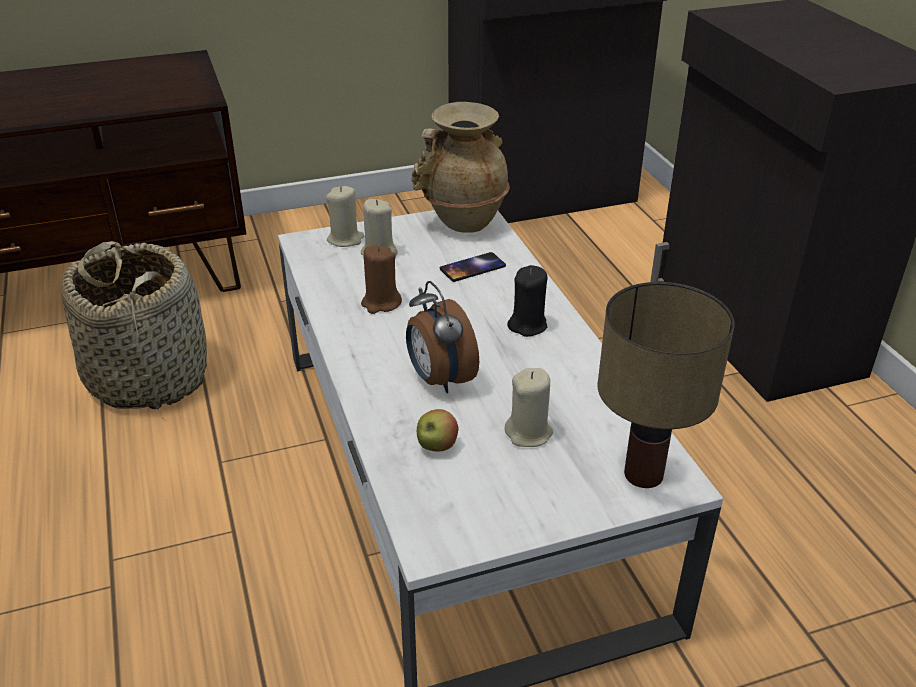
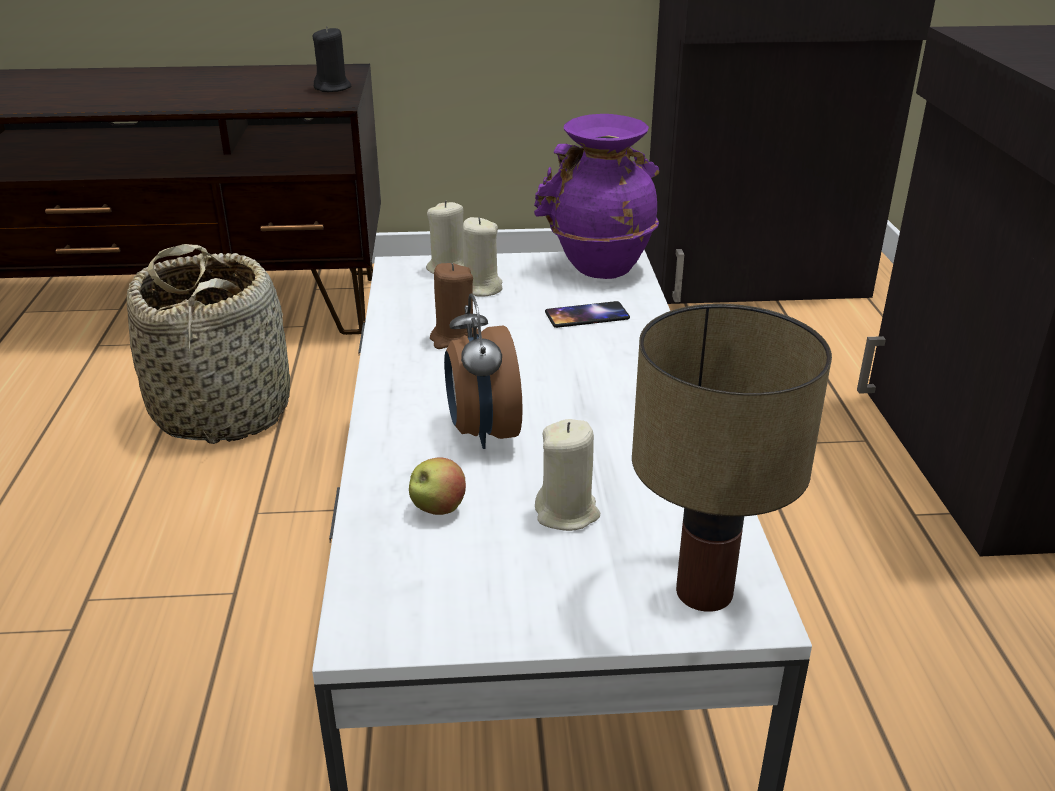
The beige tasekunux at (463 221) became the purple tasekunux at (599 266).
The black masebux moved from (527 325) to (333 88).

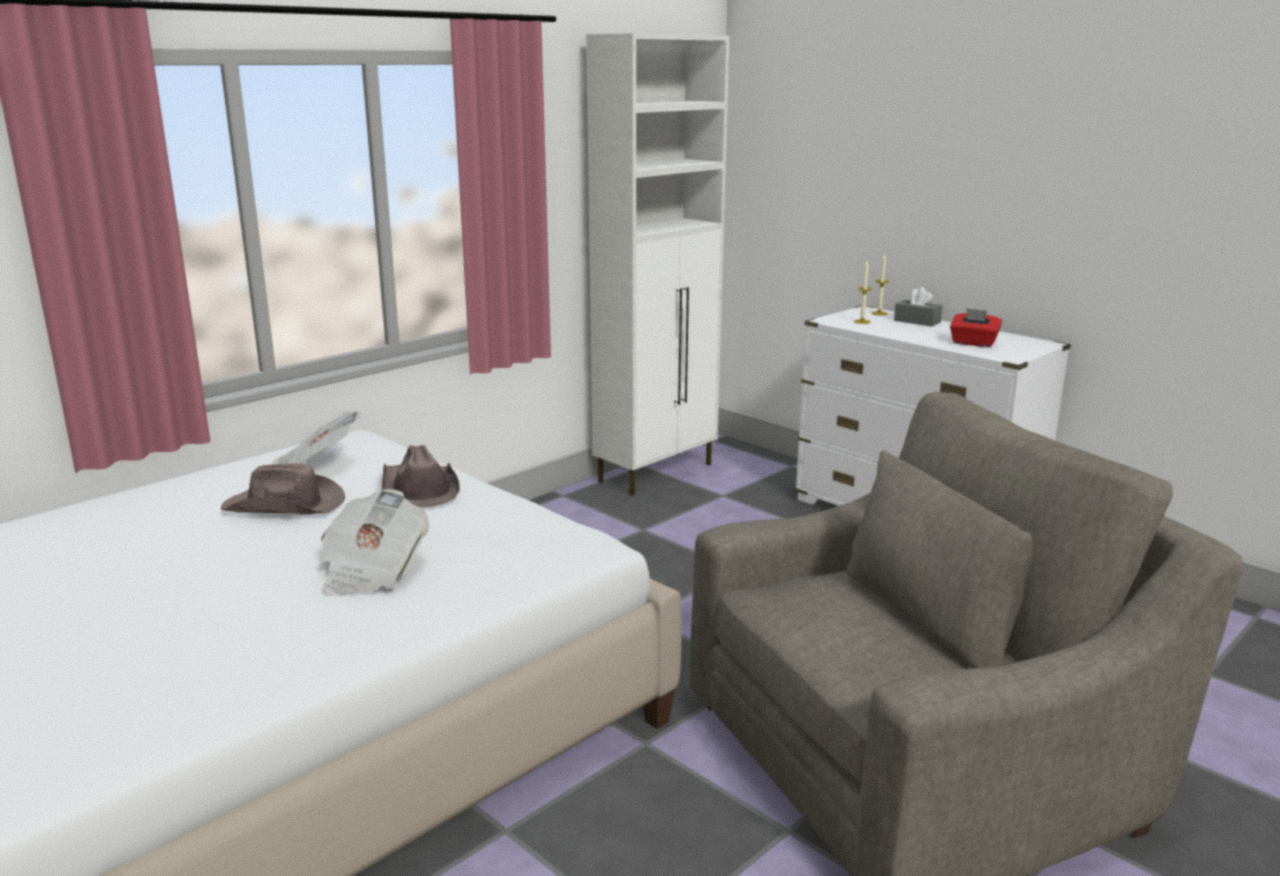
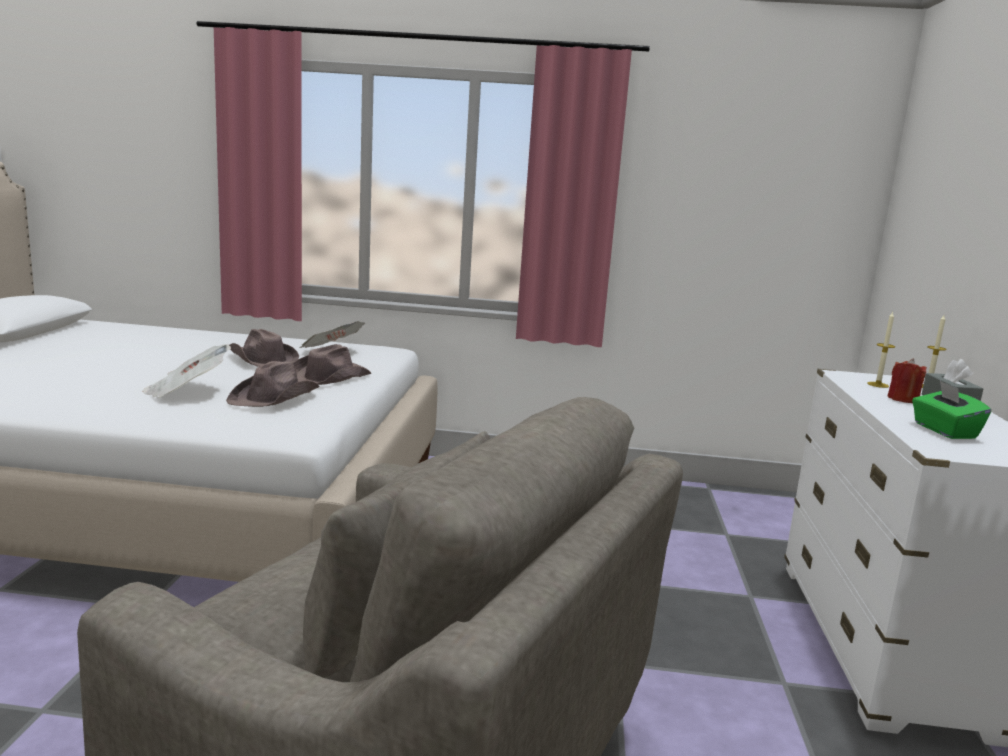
The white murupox at (657 472) disappeared.
The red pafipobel at (973 343) became the green pafipobel at (944 431).
The red masebux at (903 399) appeared.
The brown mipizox at (275 397) appeared.

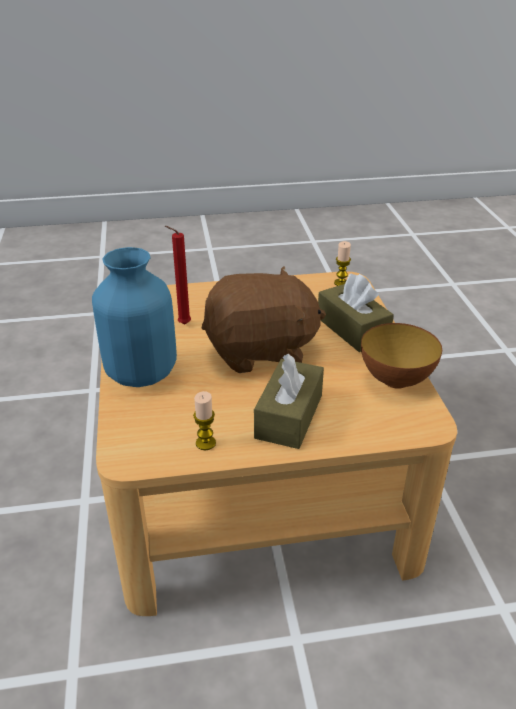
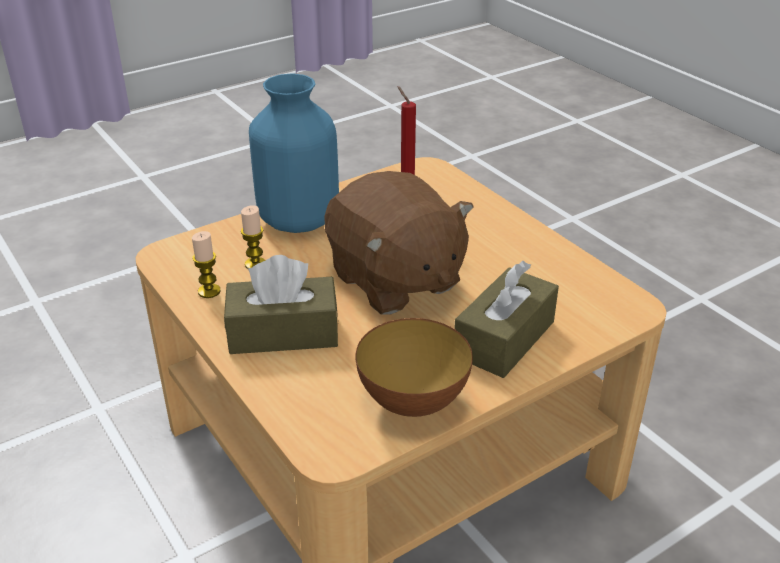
The masebux moved from (341 283) to (255 264).

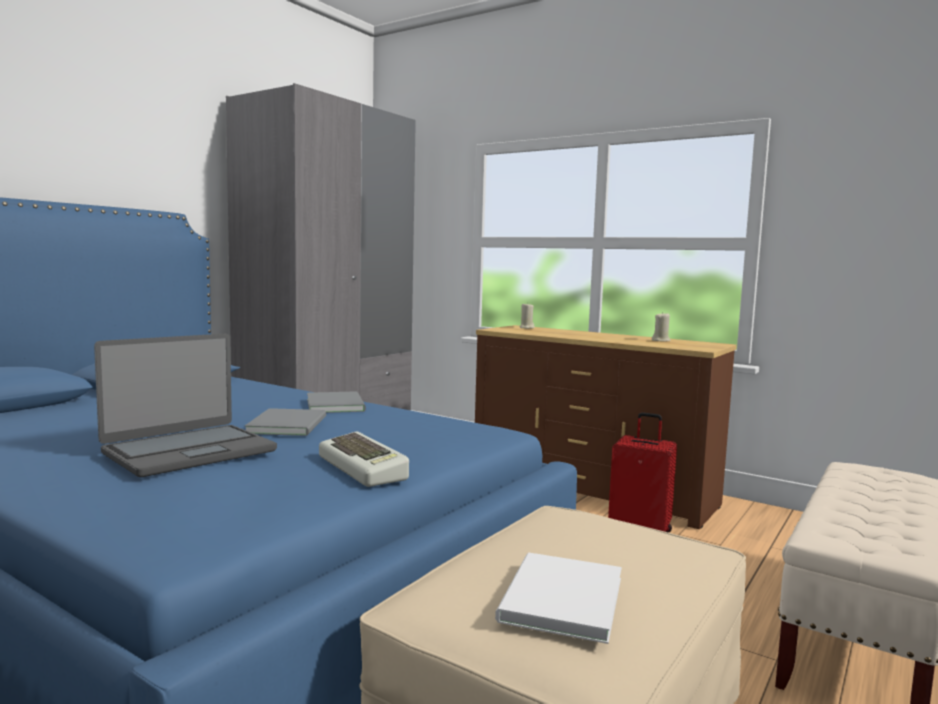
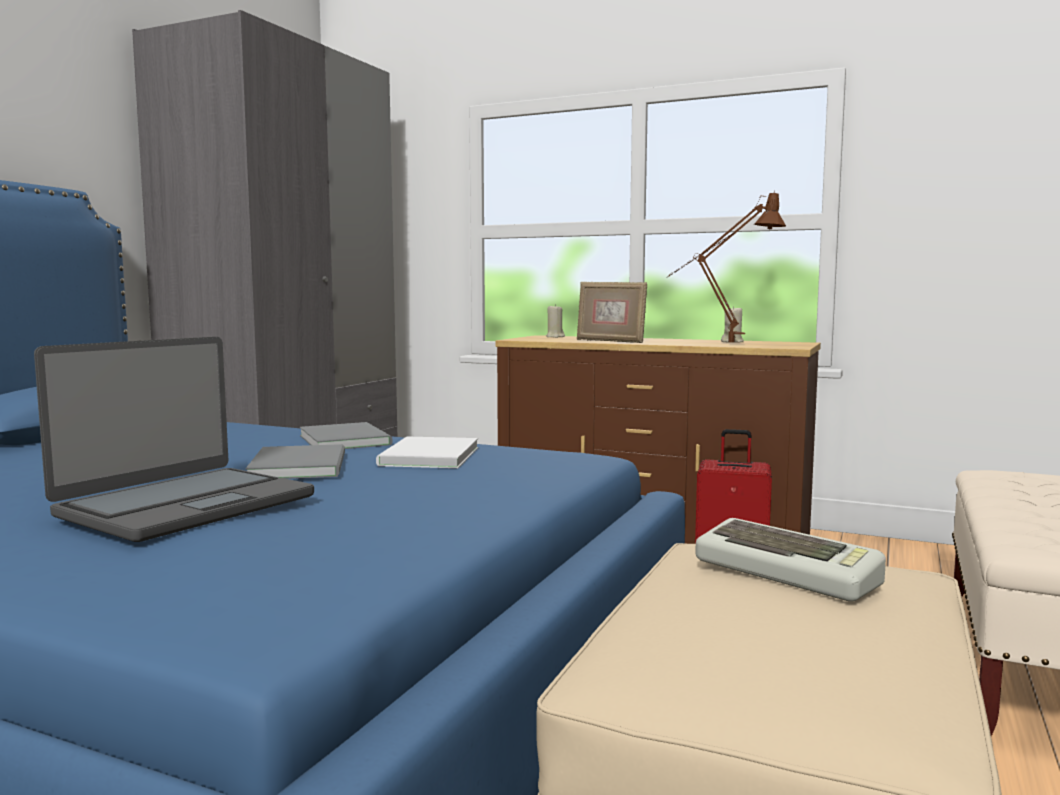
The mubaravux moved from (365 468) to (789 572).
The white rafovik moved from (558 600) to (426 457).
The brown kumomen at (723 344) appeared.
The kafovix at (610 341) appeared.

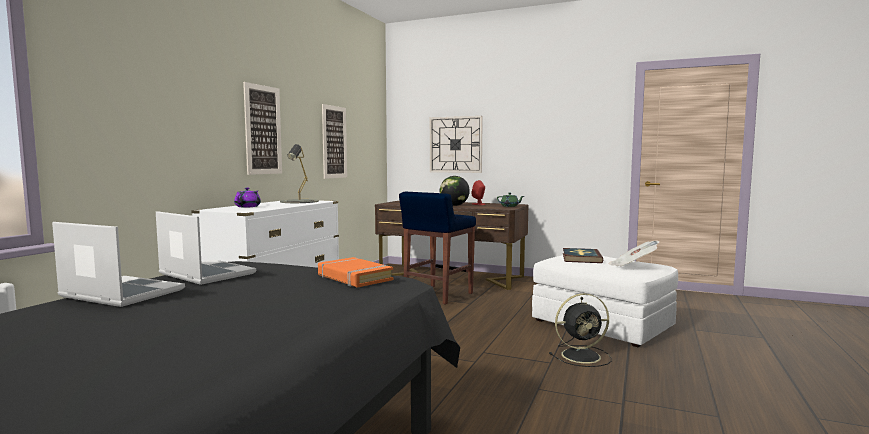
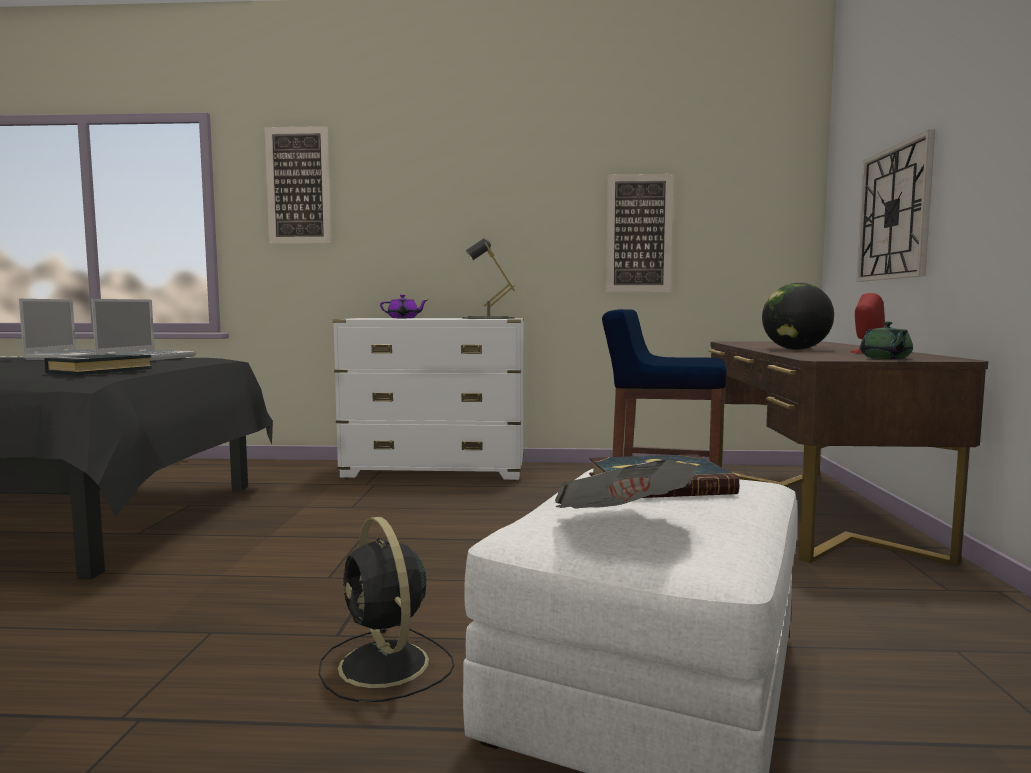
The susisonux moved from (263 130) to (298 186).
The orange rafovik at (354 278) became the black rafovik at (99 371).

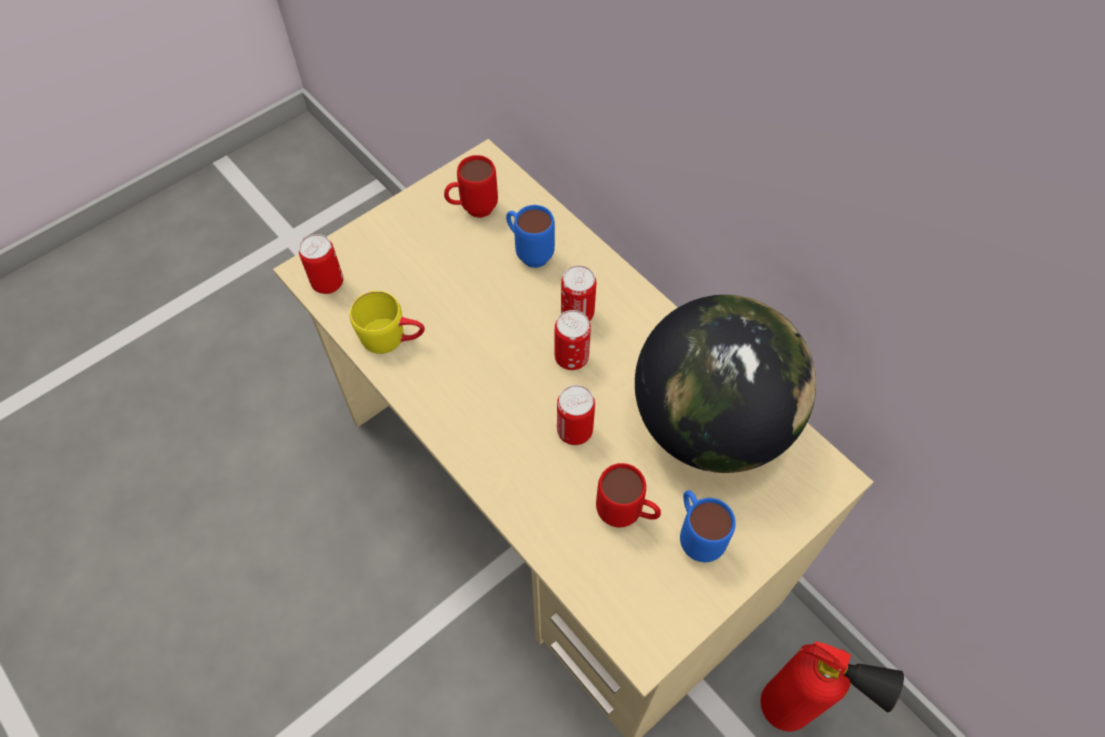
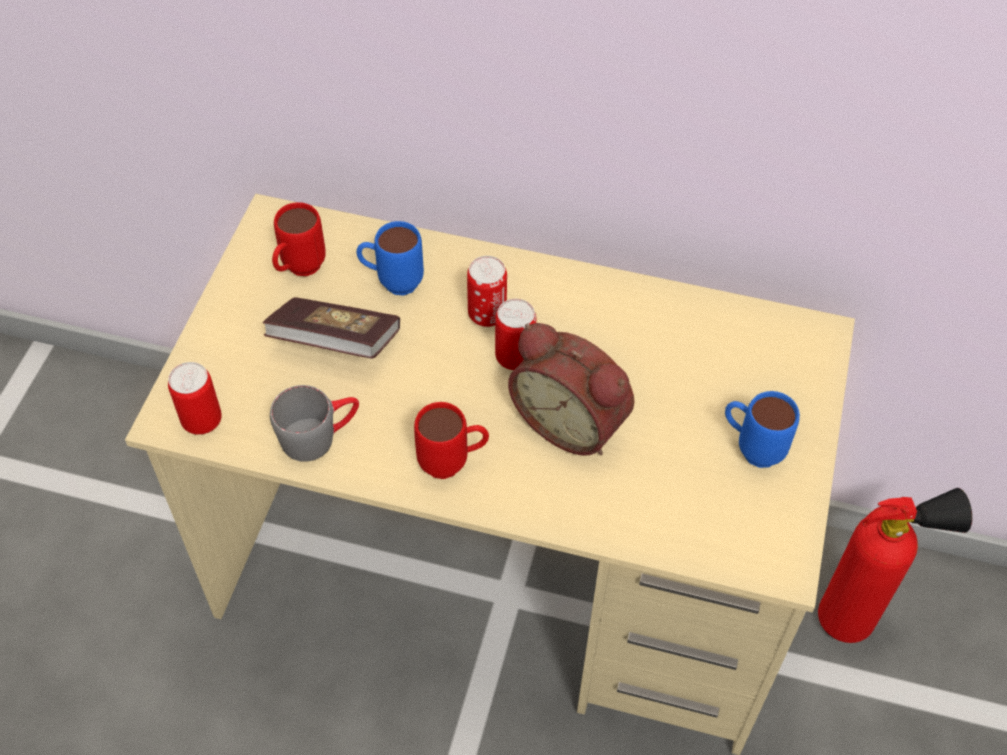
The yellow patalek at (393 337) became the grey patalek at (319 435).
The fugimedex at (710 424) disappeared.
The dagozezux at (574 431) was replaced by the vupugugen at (572 421).
The red patalek moved from (626 516) to (453 463).
The rafovik at (335 342) appeared.

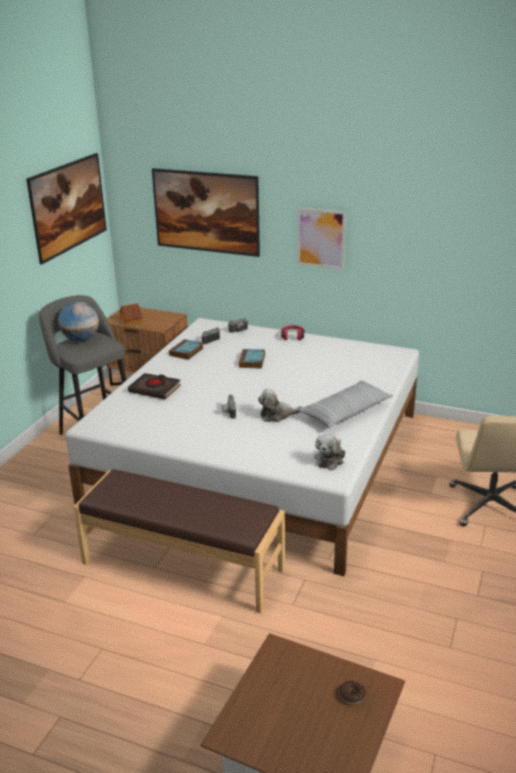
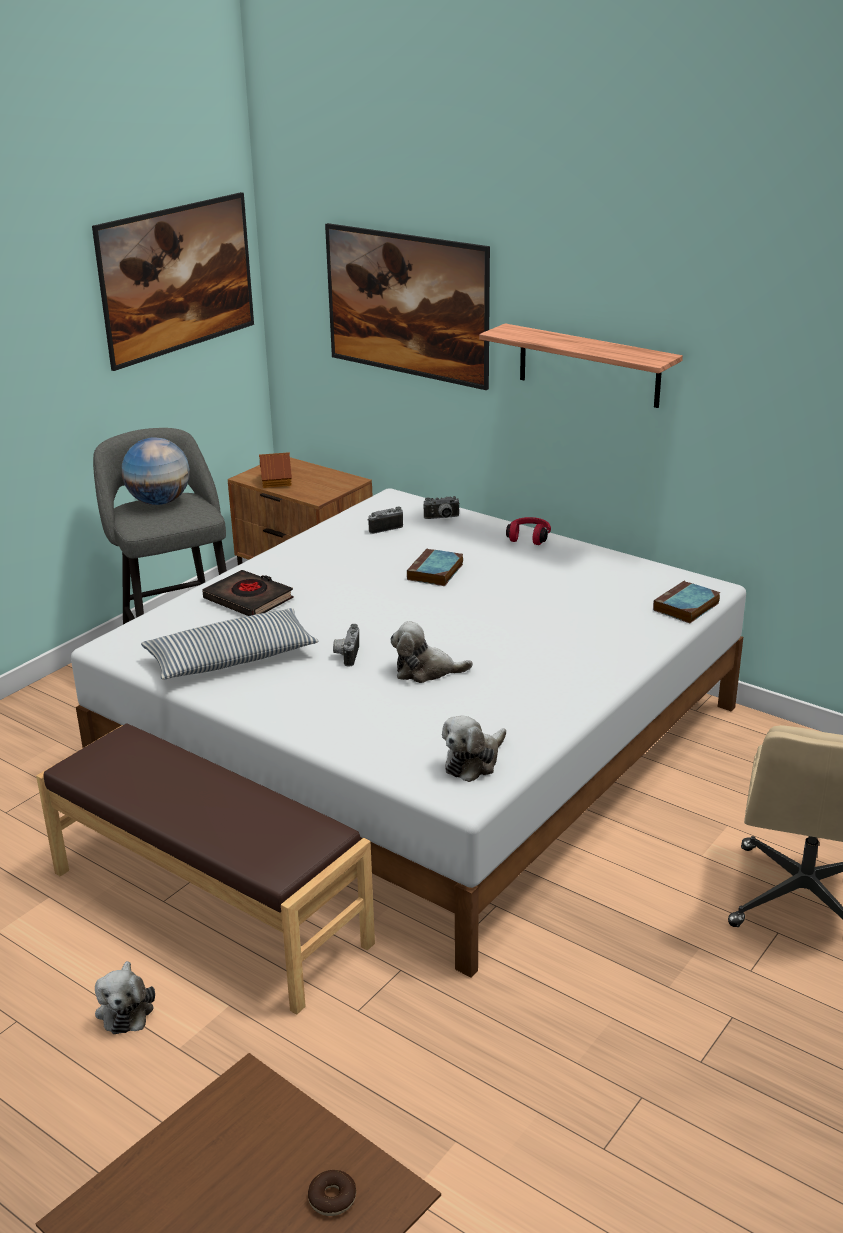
The susisonux at (321 238) was replaced by the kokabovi at (588 366).
The rafovik moved from (186 352) to (686 607).
The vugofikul moved from (346 412) to (231 658).
The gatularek at (125 1008) appeared.

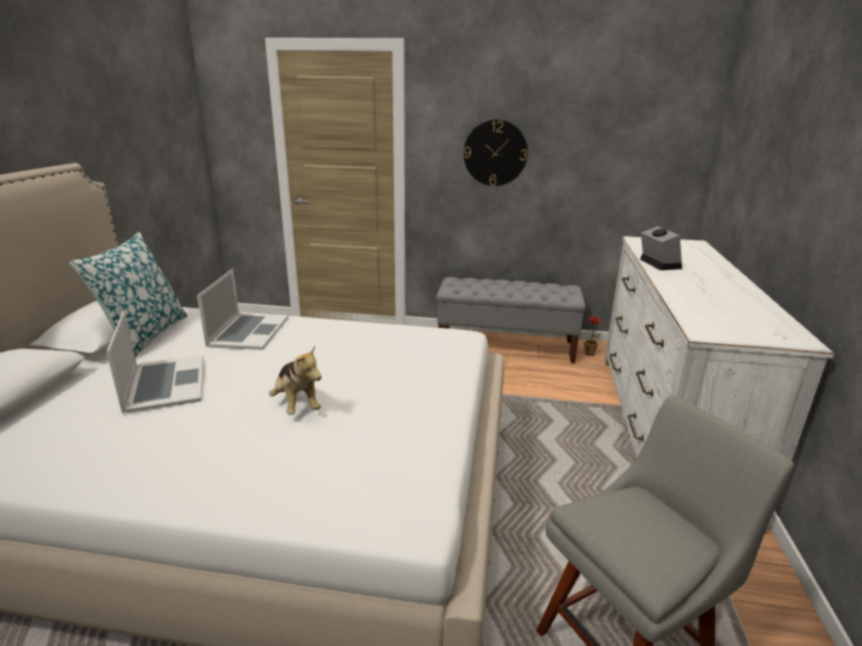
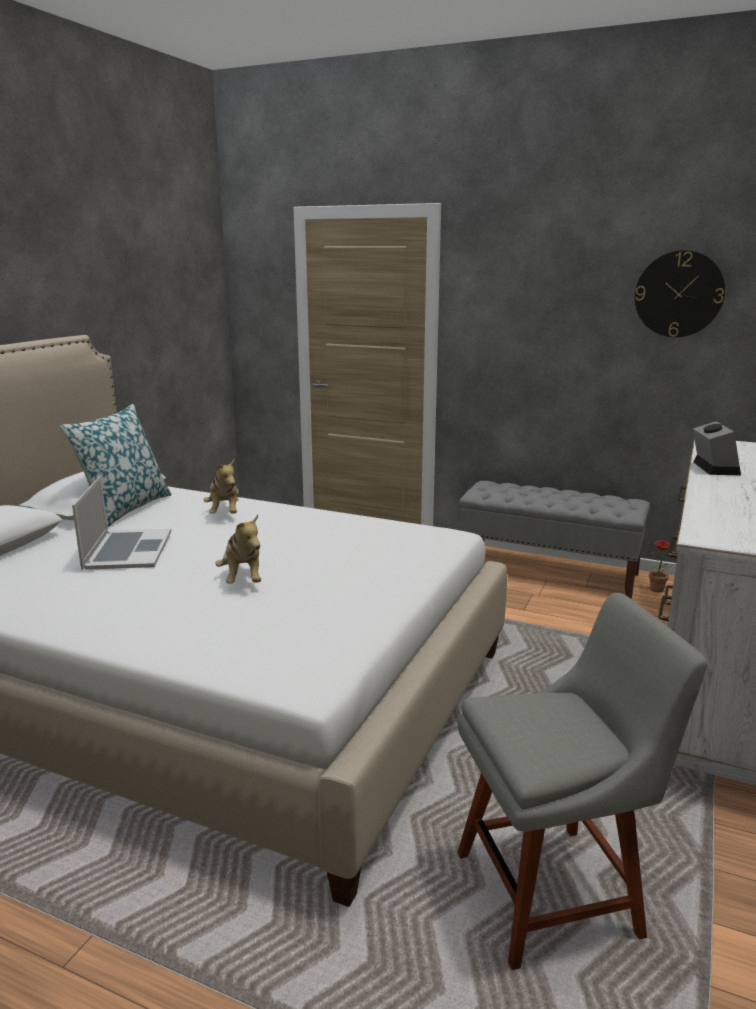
The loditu moved from (495 153) to (679 294).
The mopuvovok at (248 331) was replaced by the gatularek at (225 512).

